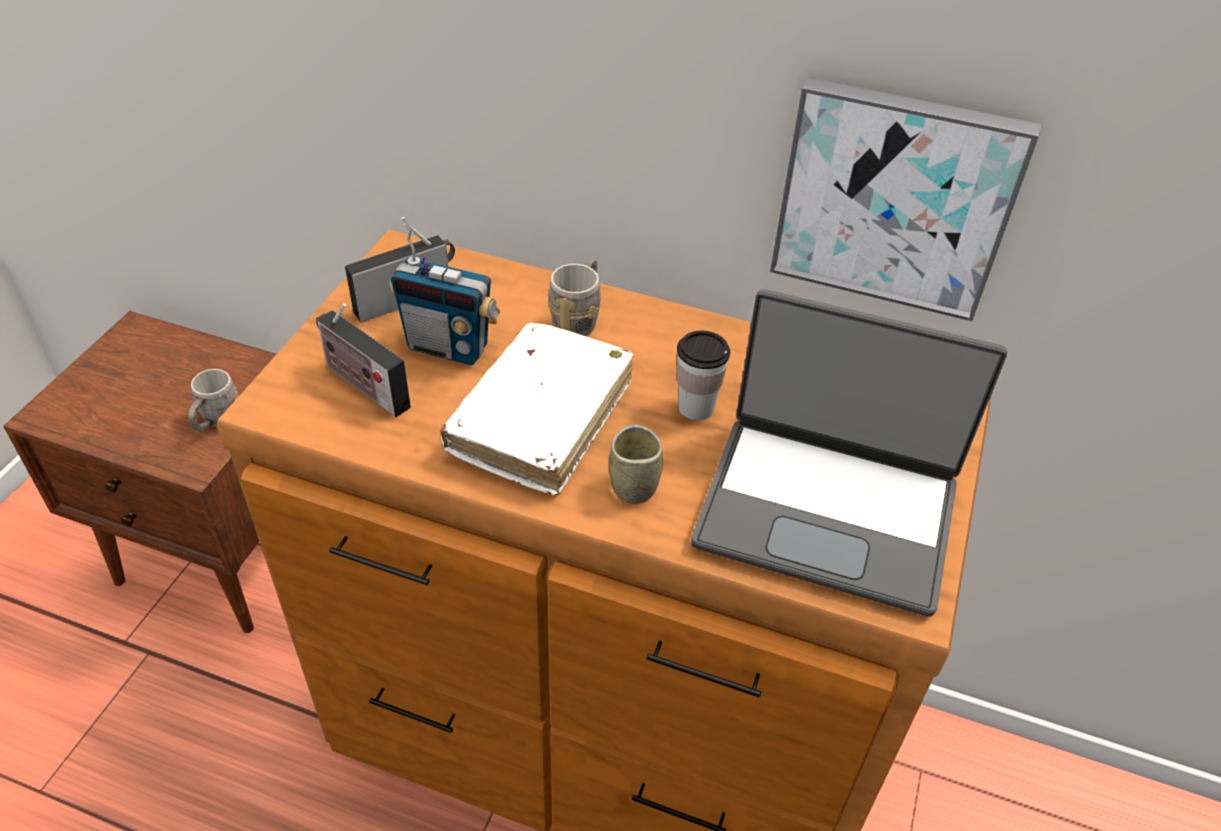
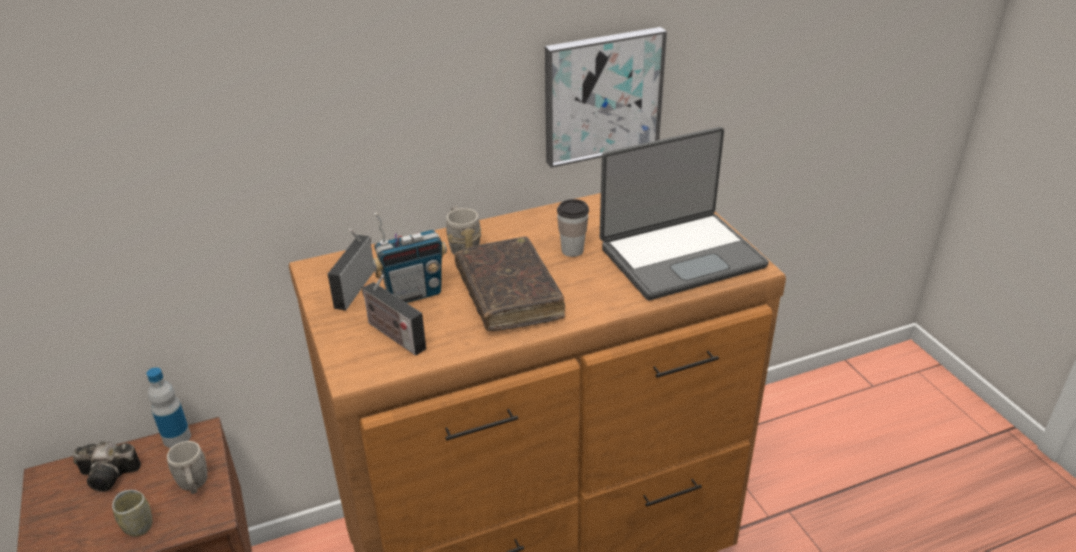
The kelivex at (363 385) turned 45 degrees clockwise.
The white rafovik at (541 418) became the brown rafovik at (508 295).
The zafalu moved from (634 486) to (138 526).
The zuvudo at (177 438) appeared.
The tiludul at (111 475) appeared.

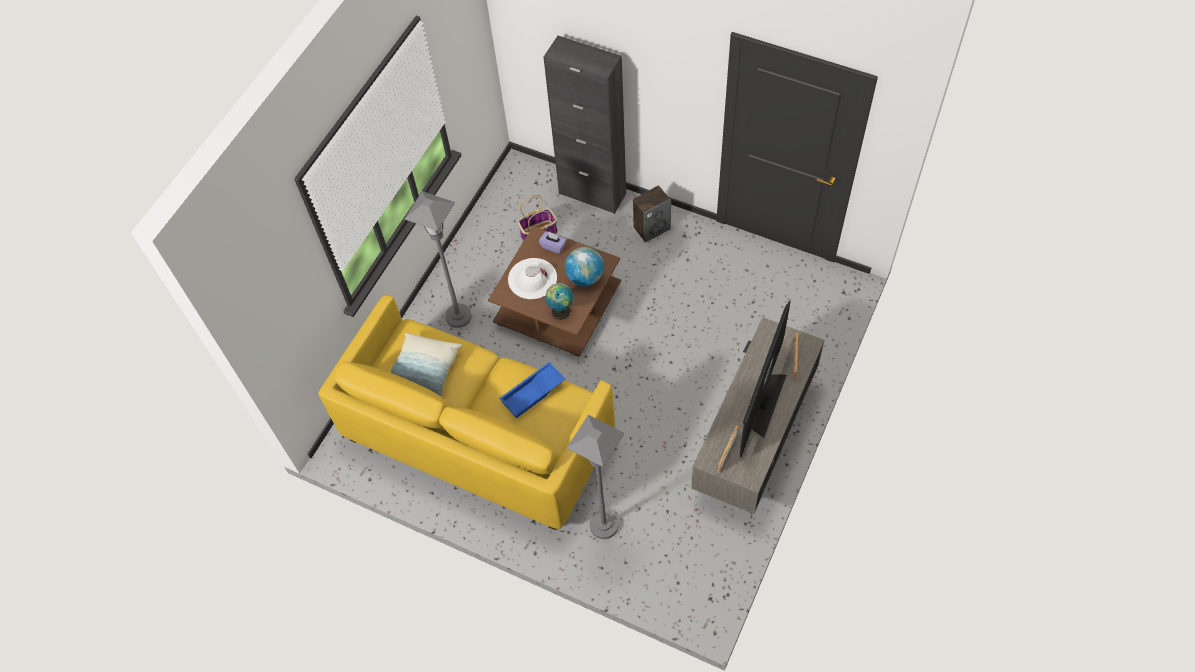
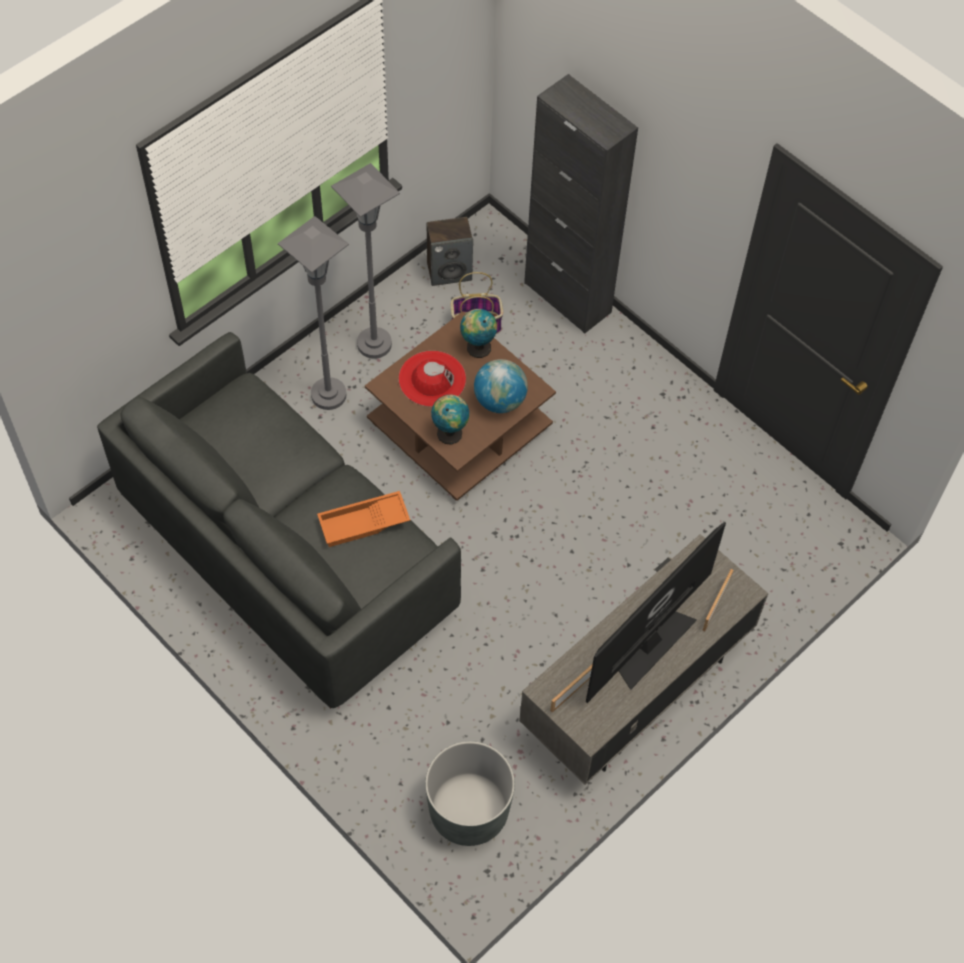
The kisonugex moved from (652 228) to (449 271).
The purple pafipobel at (553 246) was replaced by the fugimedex at (477 347).
The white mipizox at (532 279) became the red mipizox at (432 379).
The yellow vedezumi at (477 436) became the grey vedezumi at (286 554).
The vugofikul at (425 369) disappeared.
The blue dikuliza at (533 393) became the orange dikuliza at (363 524).
The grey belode moved from (603 525) to (374 344).
The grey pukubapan at (468 810) appeared.

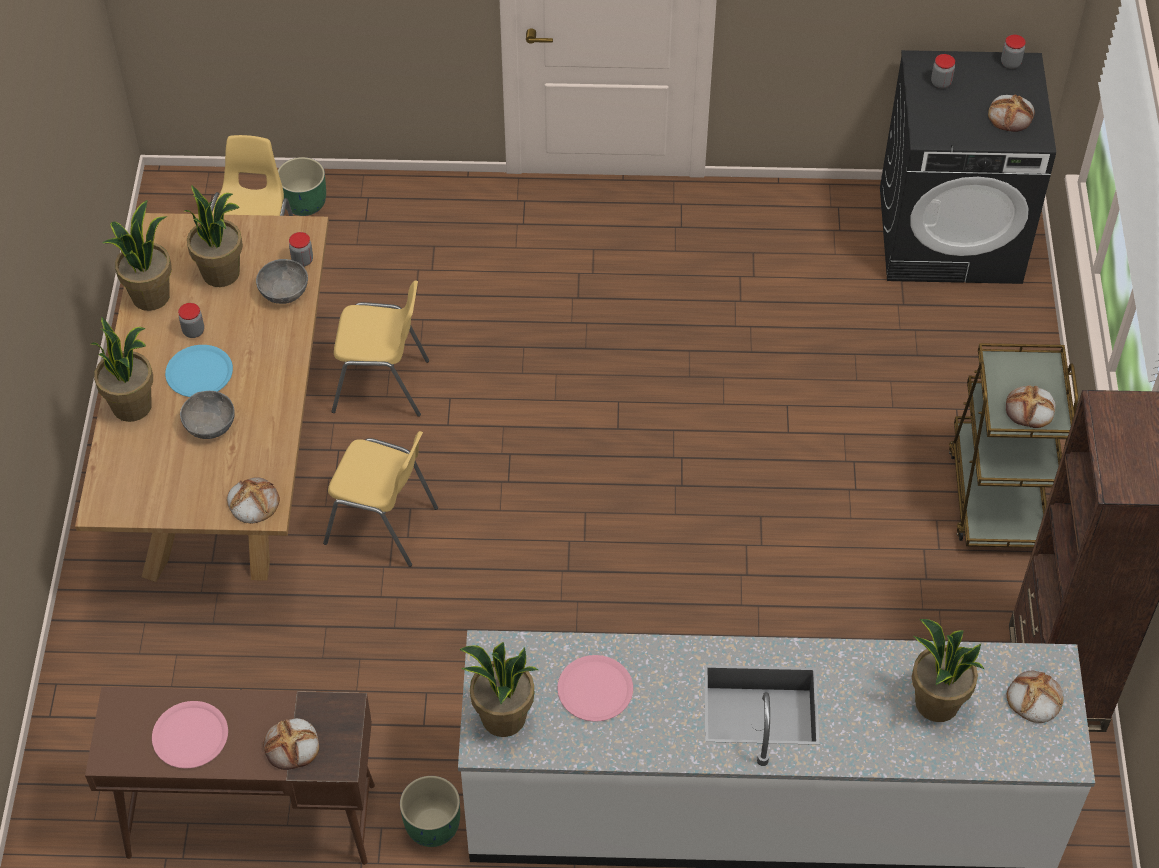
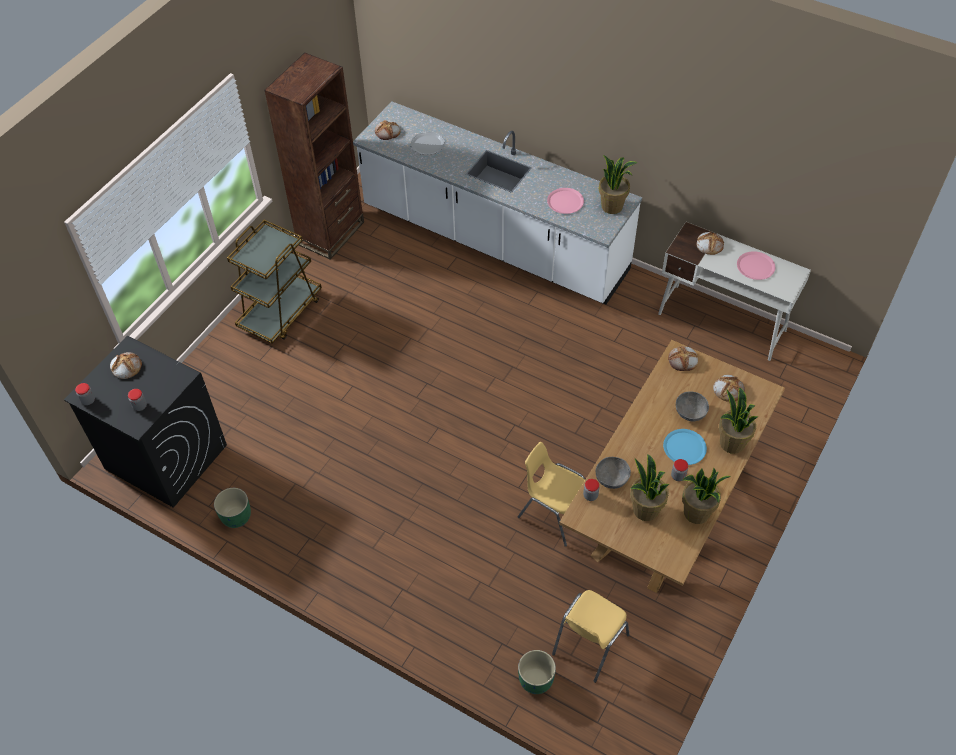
The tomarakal moved from (1030 409) to (728 389).
The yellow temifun at (382 526) disappeared.
The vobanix at (936 703) was replaced by the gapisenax at (427 144).
The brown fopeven at (250 820) became the white fopeven at (722 322).
The green pukubapan moved from (433 825) to (236 517).

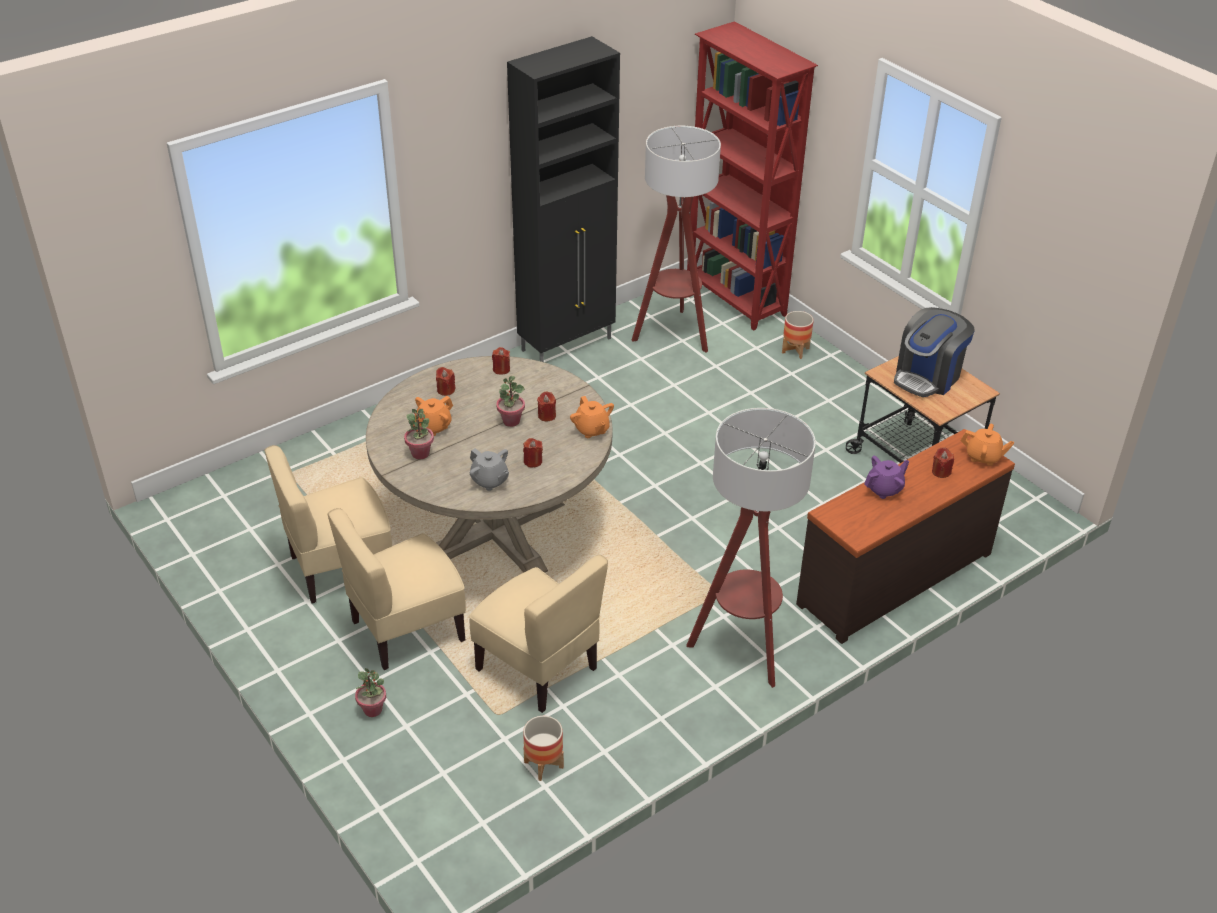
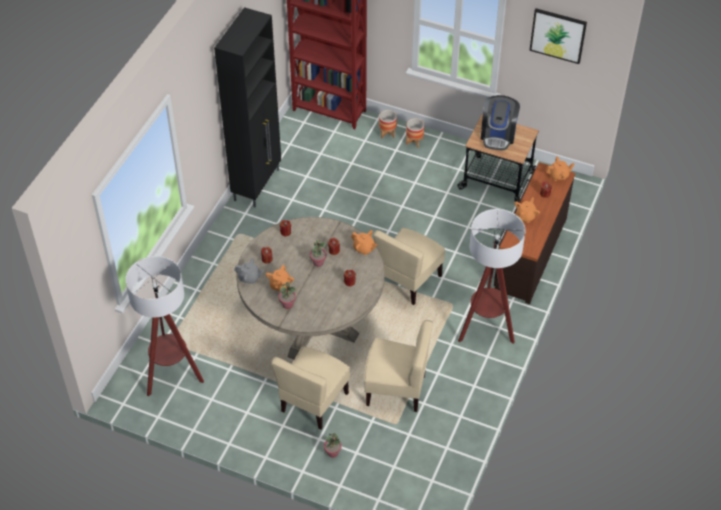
The belode moved from (673 334) to (172 376).
The beige temifun moved from (340 568) to (408 281).
The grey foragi moved from (490 481) to (249 278).
The purple foragi at (884 489) became the orange foragi at (526 216).
The pukubapan moved from (544 764) to (414 142).
The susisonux at (558 35) appeared.

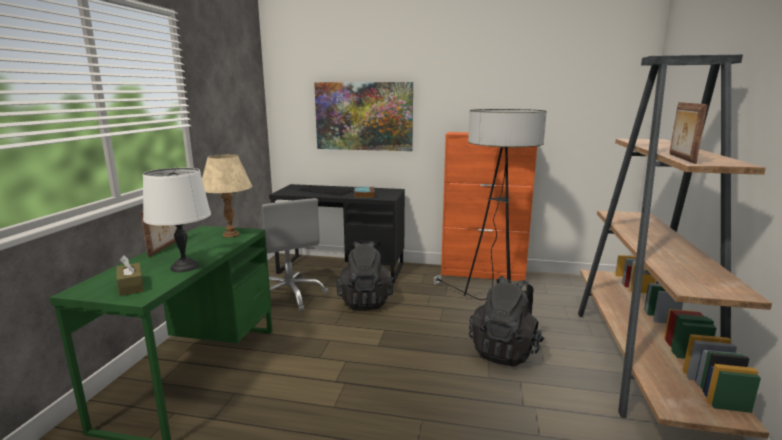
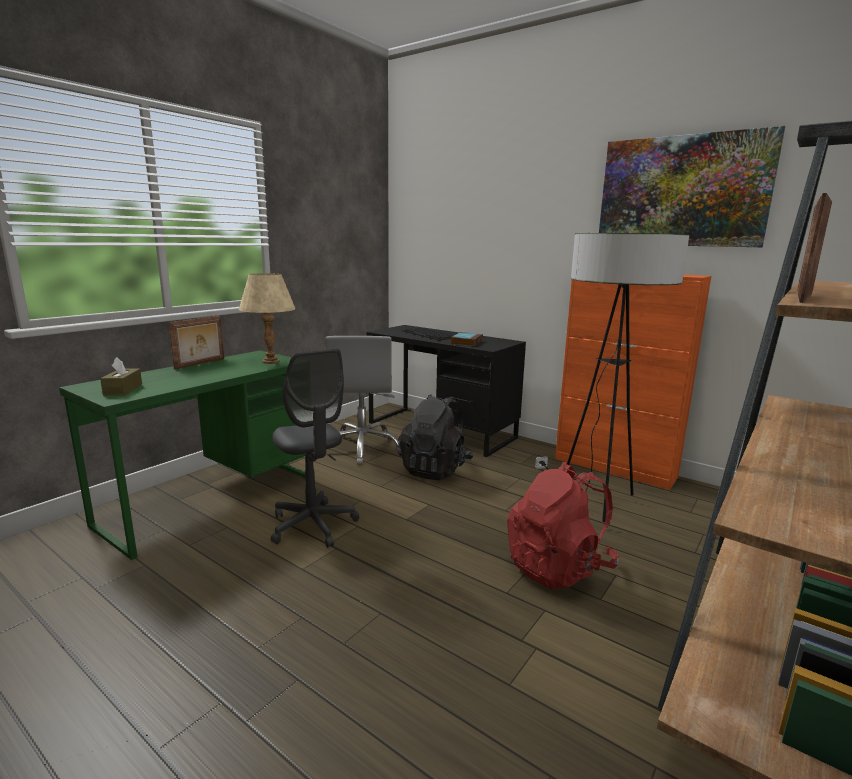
The susisonux moved from (364 116) to (682 192).
The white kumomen at (184 267) disappeared.
The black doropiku at (505 351) became the red doropiku at (558 567).
The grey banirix at (313 525) appeared.

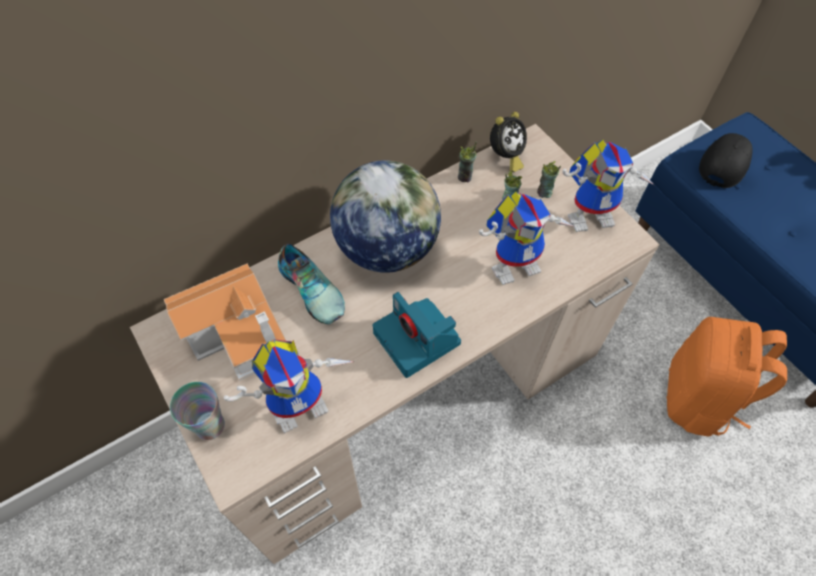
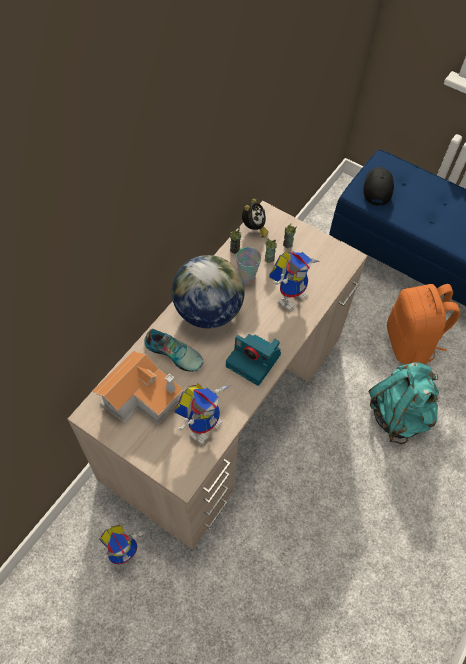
The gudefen moved from (592 214) to (125 551).
The zafalu moved from (209 425) to (247 277).
The turquoise doropiku at (399 414) appeared.

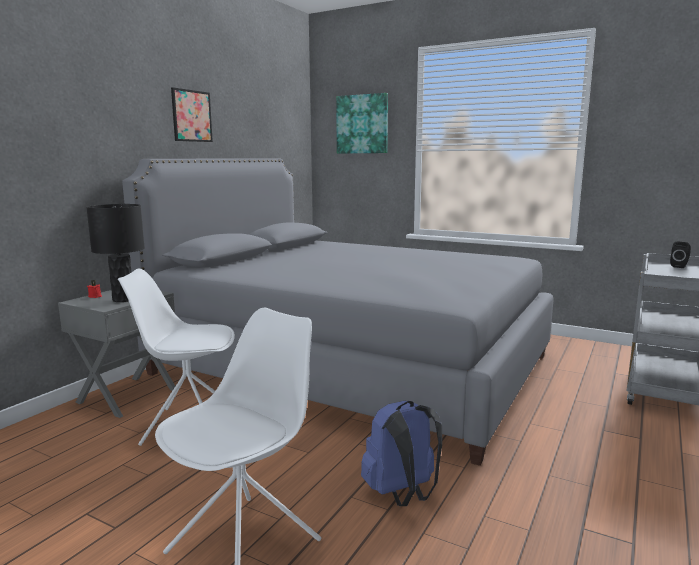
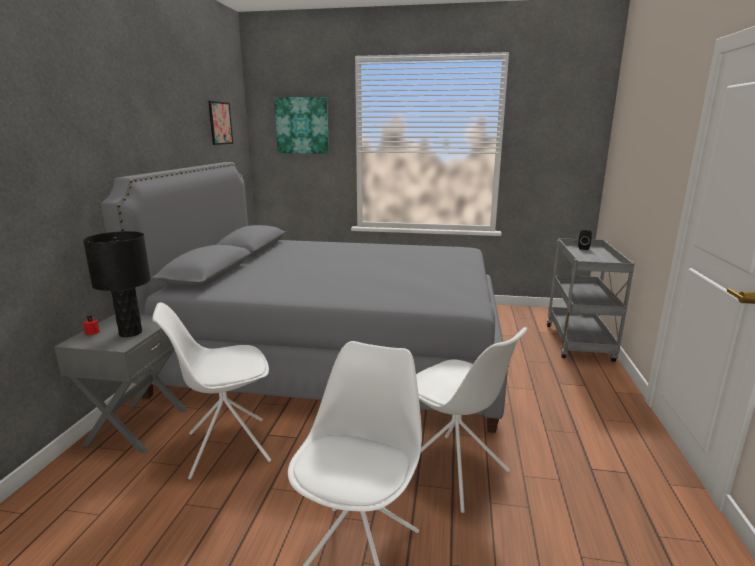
The susisonux moved from (191 116) to (220 123).
The blue doropiku at (402 494) was replaced by the white temifun at (455 472).

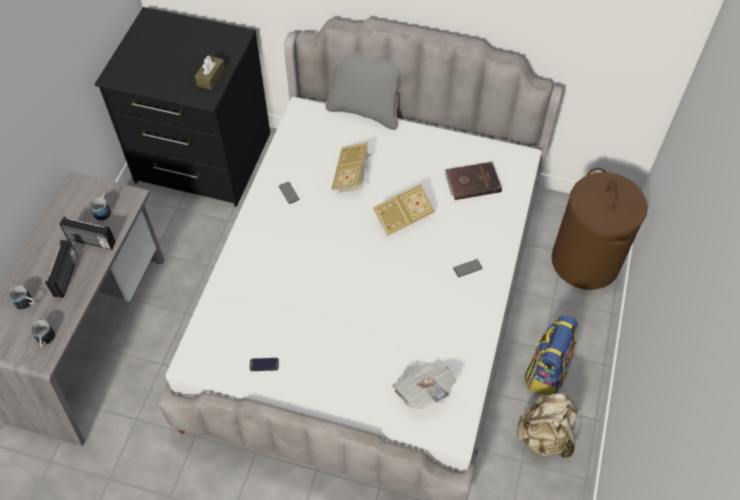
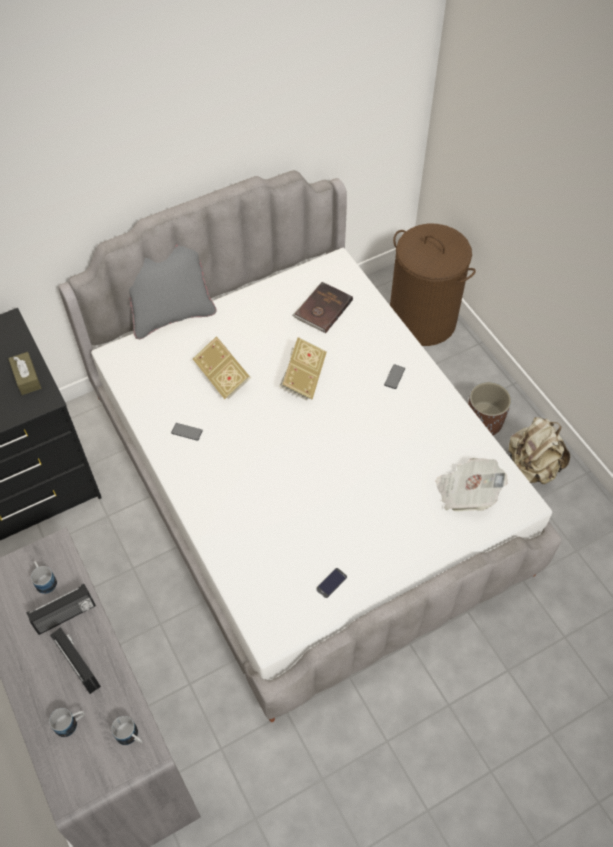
The doropiku at (546 371) was replaced by the brown pukubapan at (483 422).

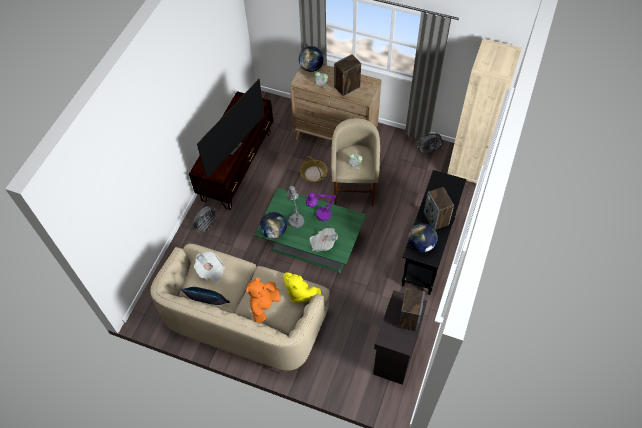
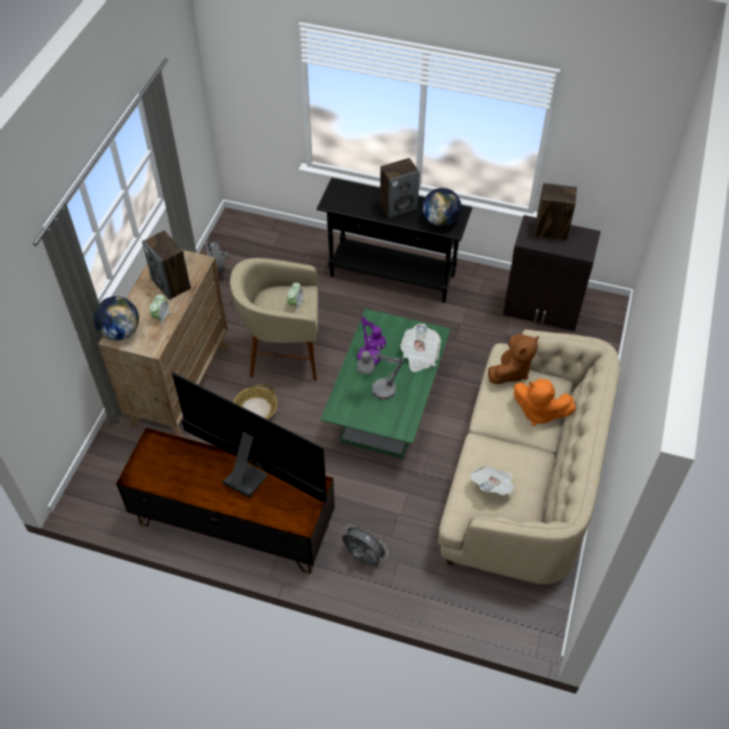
The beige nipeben at (467 167) disappeared.
The fugimedex at (274 232) disappeared.
The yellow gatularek at (300 293) became the brown gatularek at (511 371).
The blue vugofikul at (208 304) disappeared.

